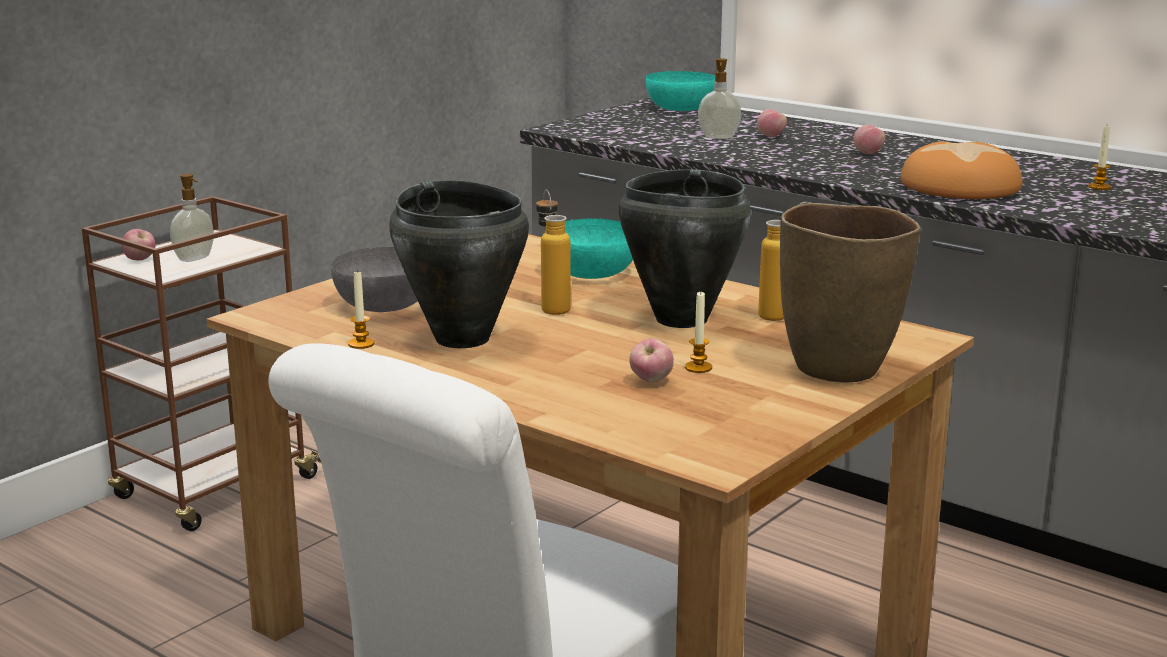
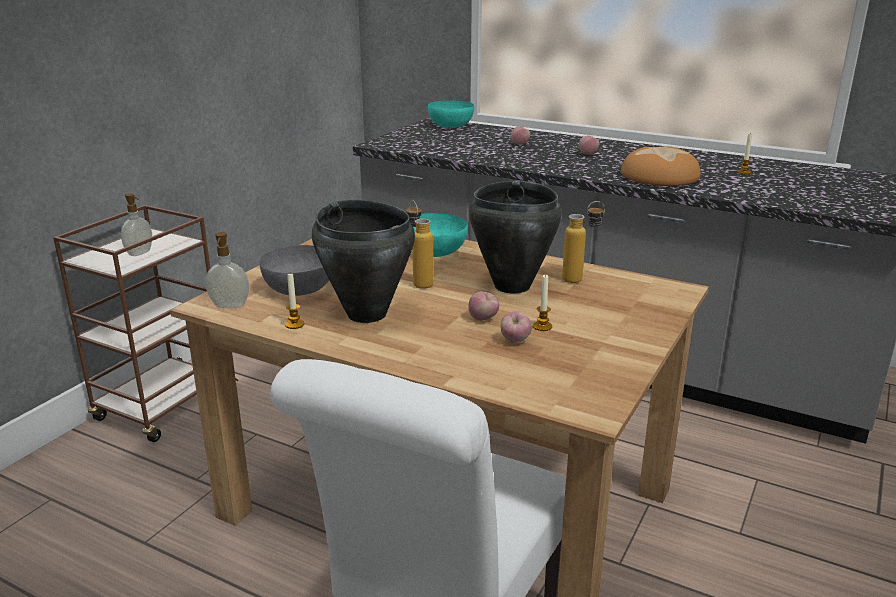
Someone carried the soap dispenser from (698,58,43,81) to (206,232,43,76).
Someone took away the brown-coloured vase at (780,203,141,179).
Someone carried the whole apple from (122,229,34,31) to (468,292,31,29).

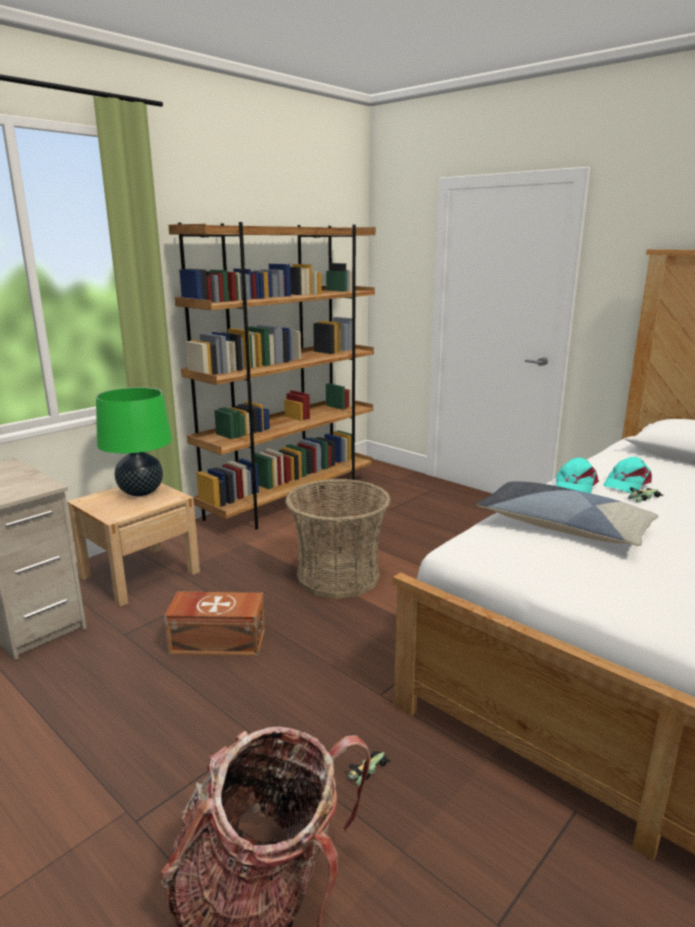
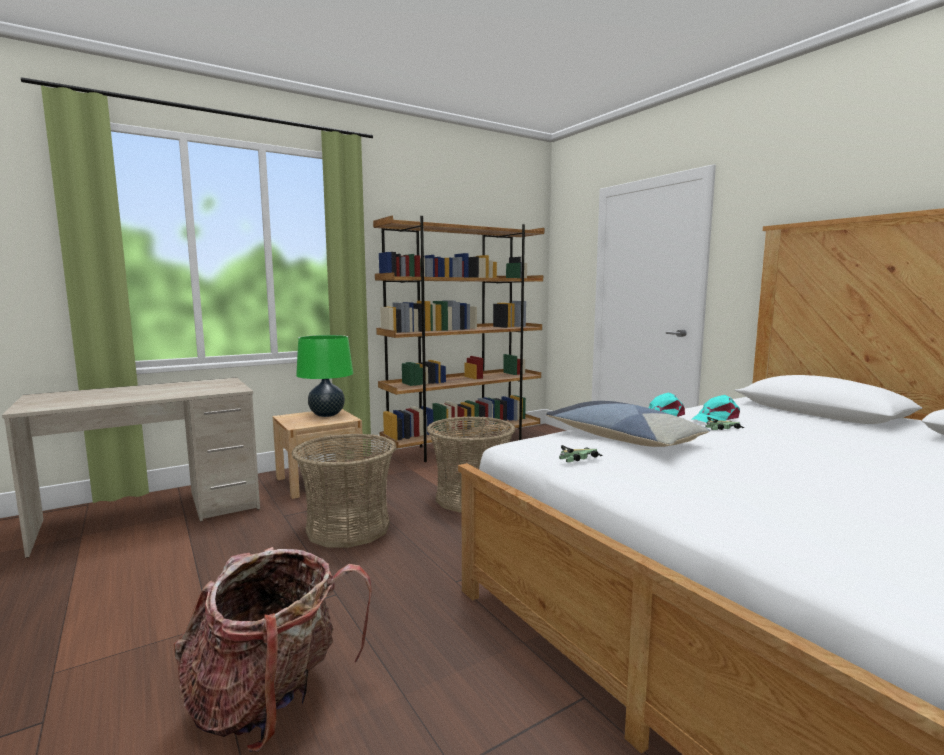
Someone swapped the brown-coloured storage container at (164,592,101,64) for the basket at (292,433,104,115).
Someone carried the model car from (348,751,43,35) to (559,445,44,17).

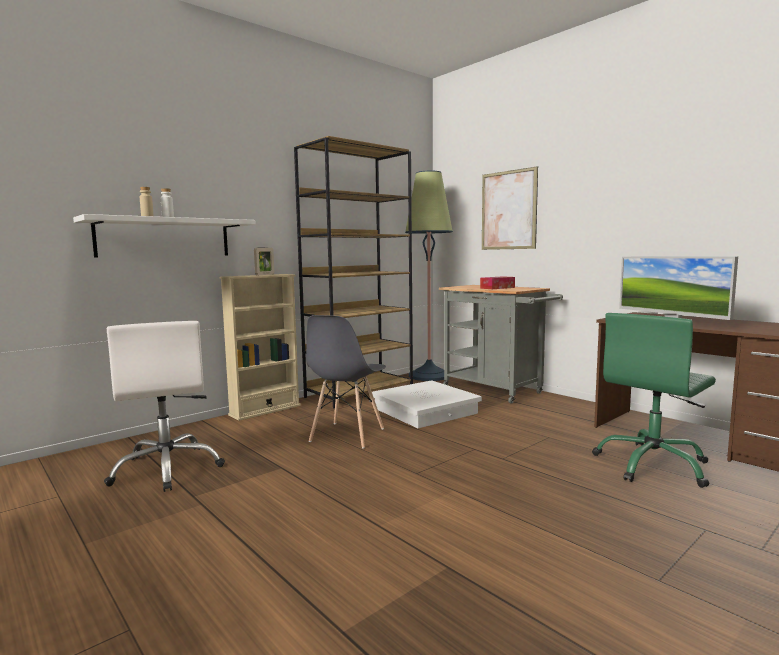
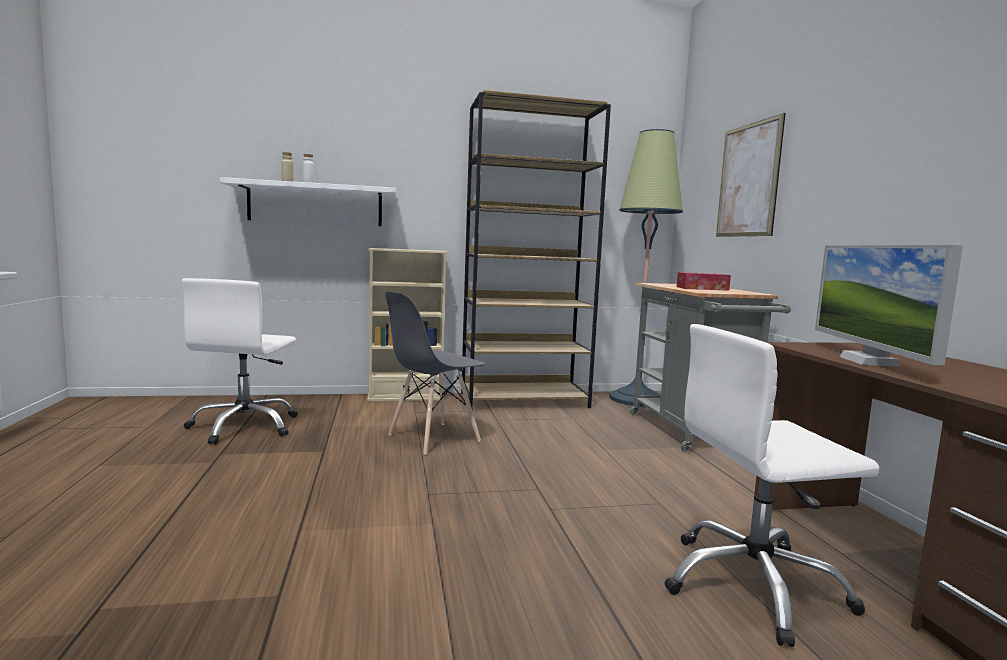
Someone took away the picture frame at (254,248,20,27).
Someone repainted the green computer chair at (592,313,124,175), which became the whitish computer chair at (665,324,215,323).
Someone took away the whitish storage container at (372,380,110,48).

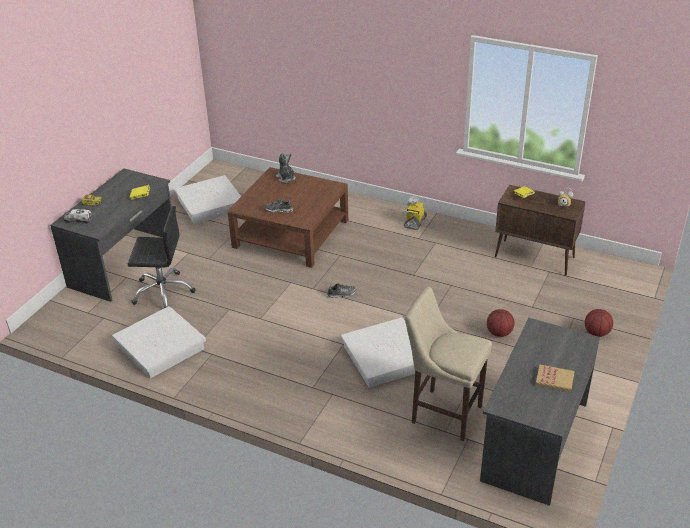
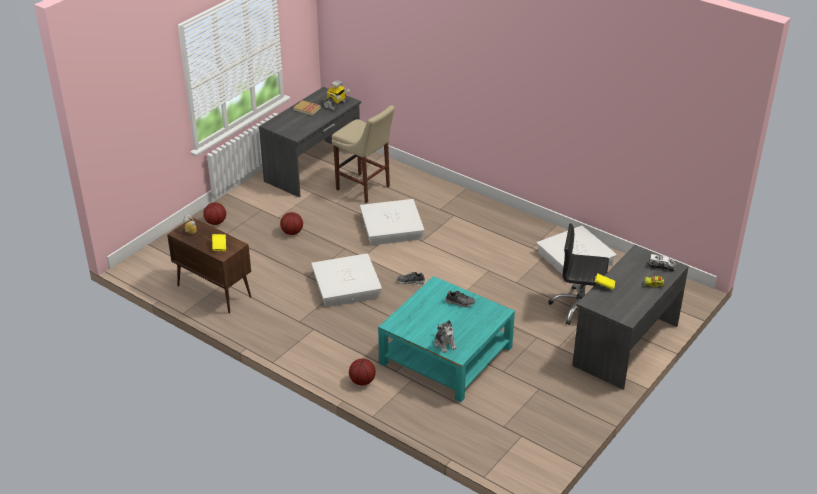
Someone repainted the brown-coloured lounge table at (227,167,121,101), which became the blue-green lounge table at (378,276,137,127).
Someone carried the whitish storage container from (174,175,67,49) to (311,253,71,54).
Someone carried the robot figure from (402,196,25,34) to (323,80,27,31).
Someone put down the basketball at (349,359,27,27).

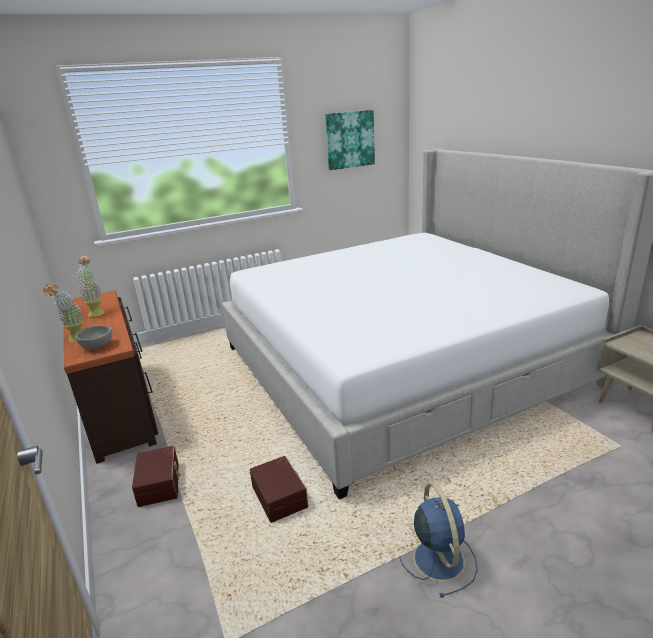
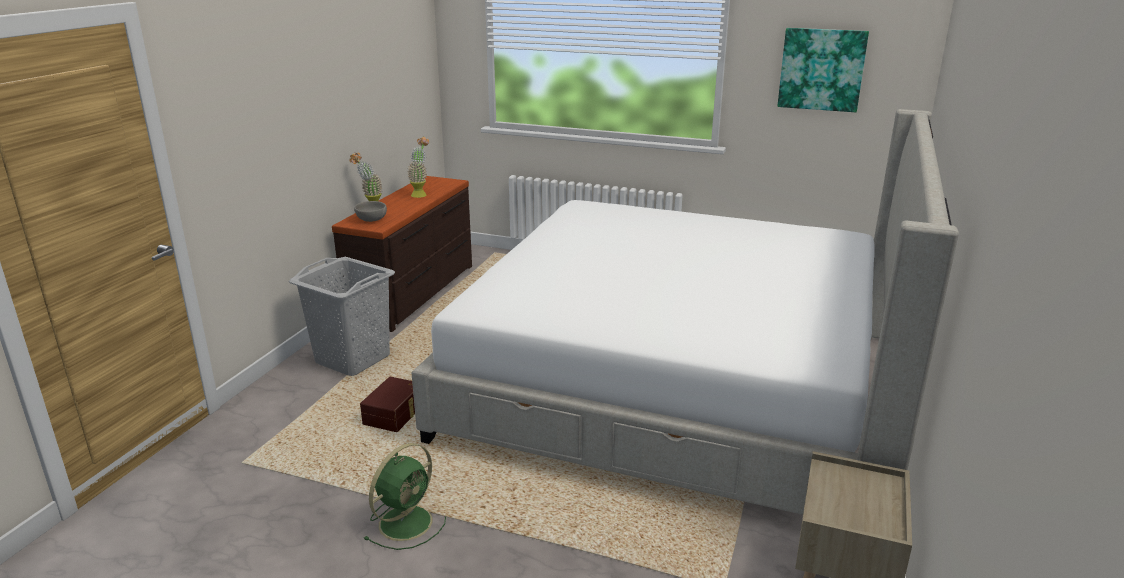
Someone swapped the brown-coloured storage container at (132,446,49,61) for the gray washing basket at (289,257,106,119).
Someone repainted the bluish cooling fan at (399,483,79,115), which became the green cooling fan at (364,443,82,107).

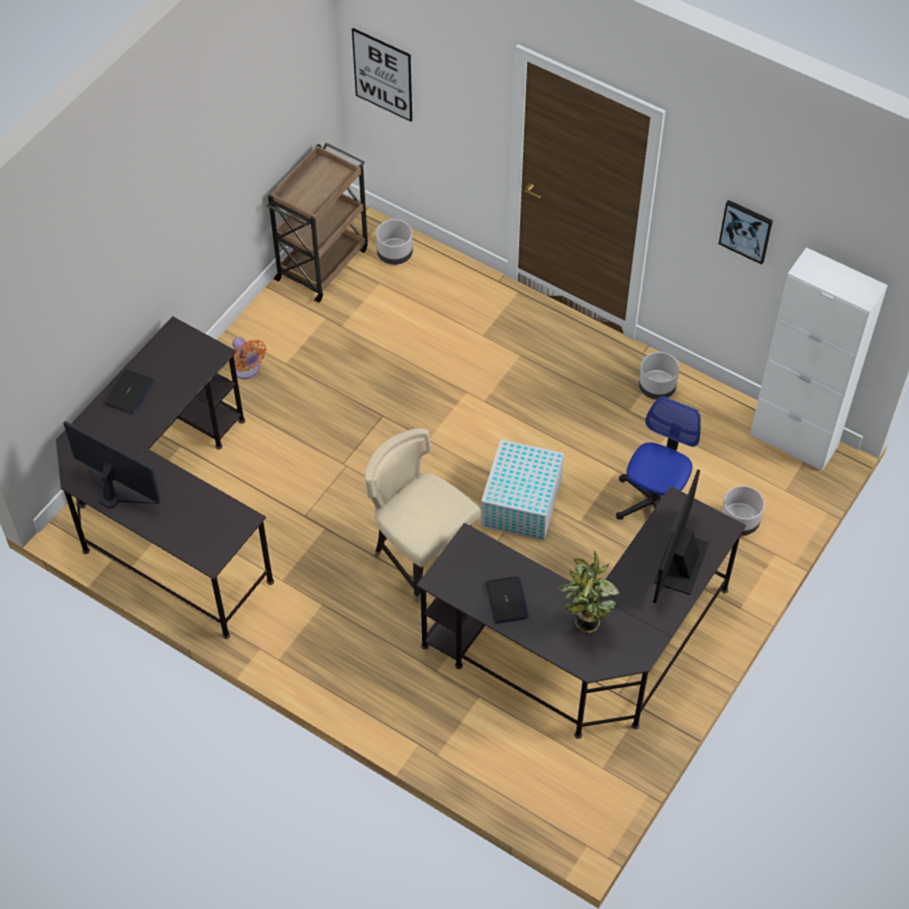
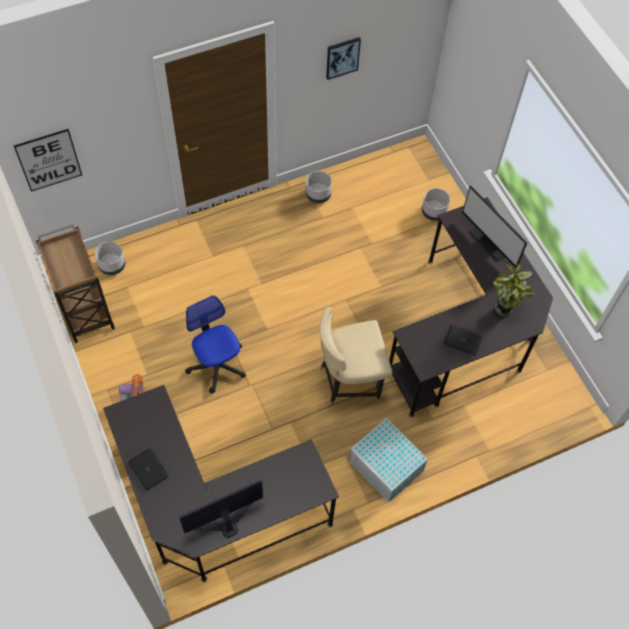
Someone took away the whitish cabinet at (750,247,138,225).
Someone carried the computer chair from (616,396,84,124) to (185,295,61,99).
Someone carried the whitish storage container from (481,439,83,102) to (349,418,79,84).

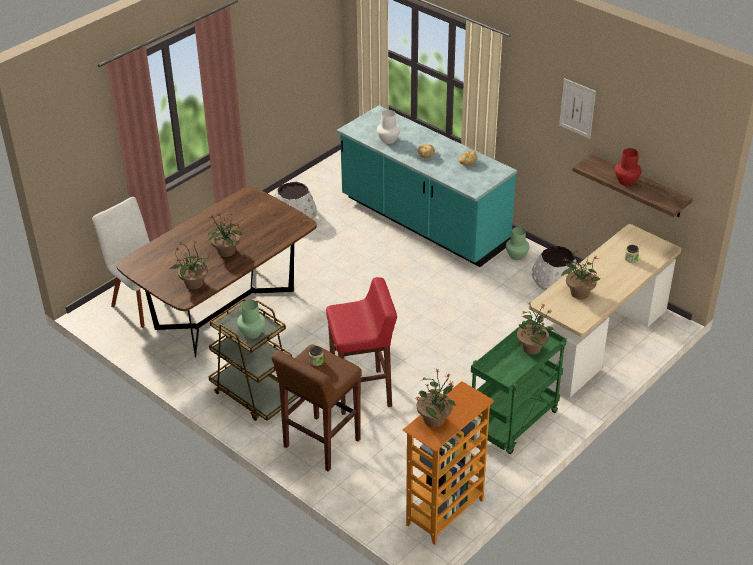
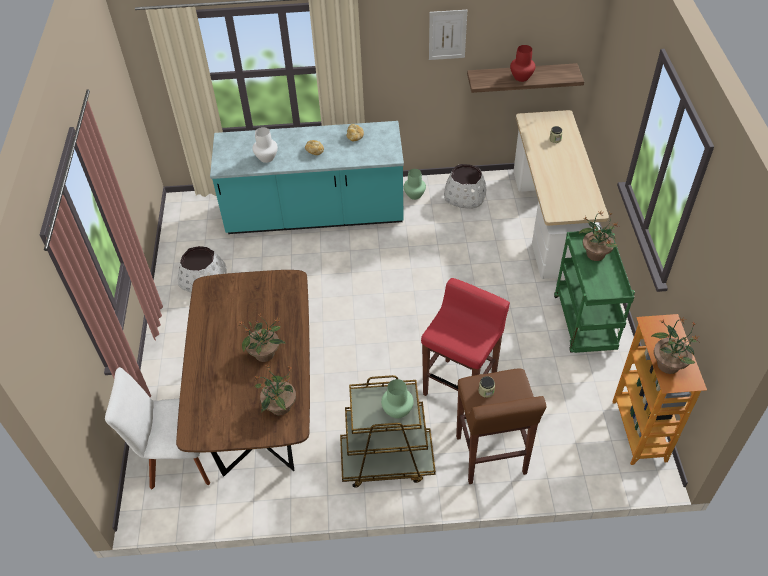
Someone took away the potted plant at (561,248,39,51).

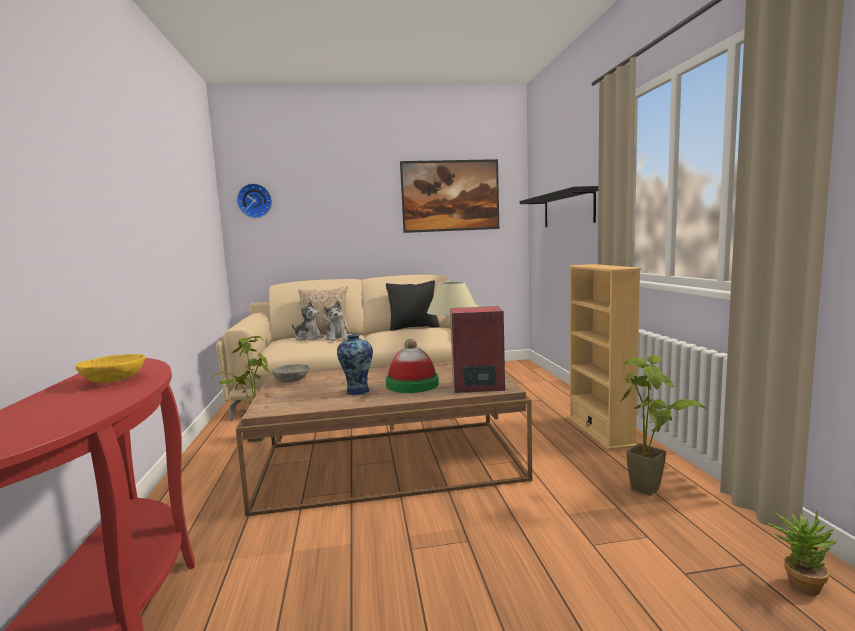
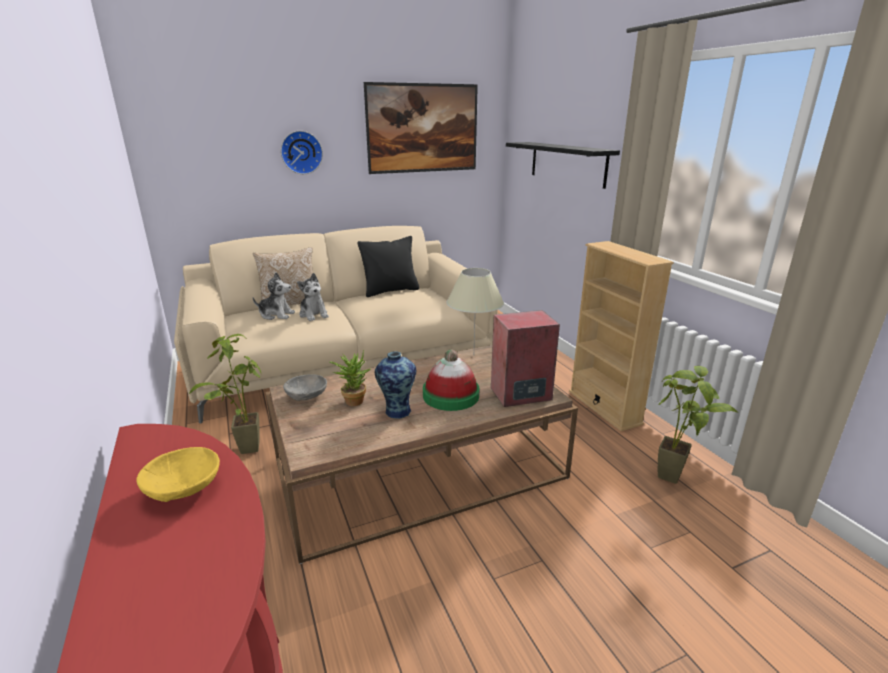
Someone carried the hanging clock from (237,183,35,35) to (281,131,42,43).
Someone carried the potted plant from (768,510,69,86) to (330,350,41,56).

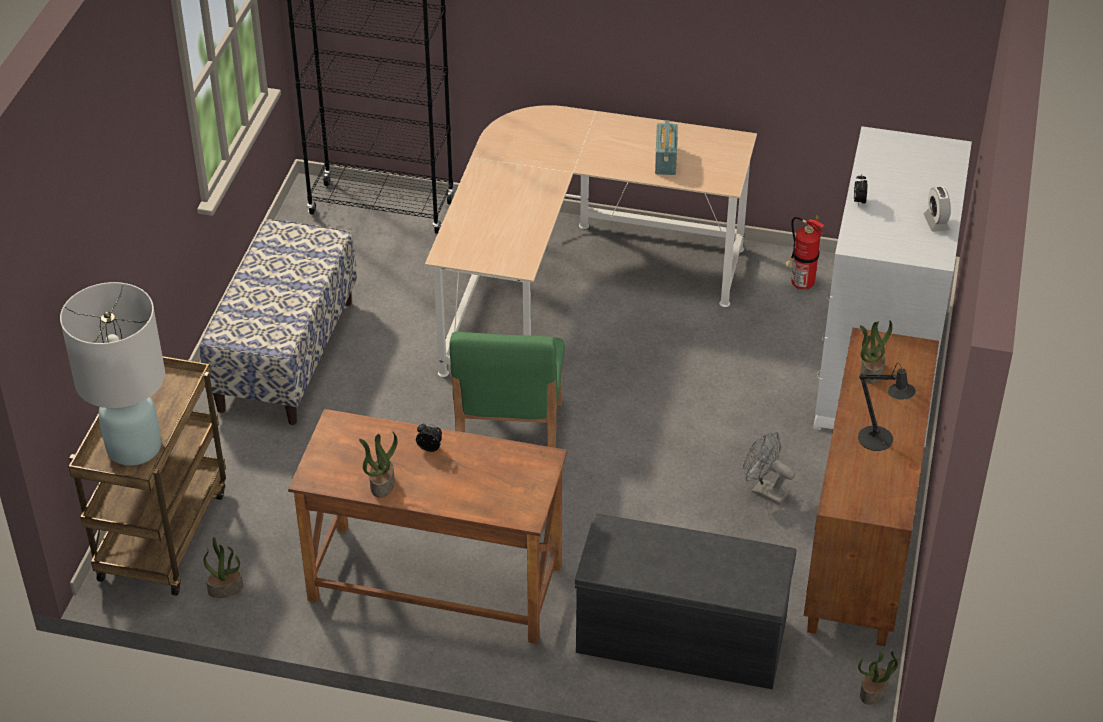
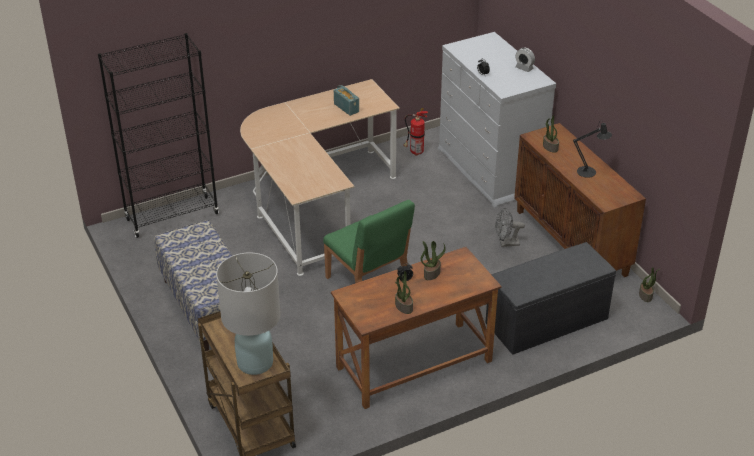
Someone carried the potted plant from (204,537,39,61) to (421,241,25,39).

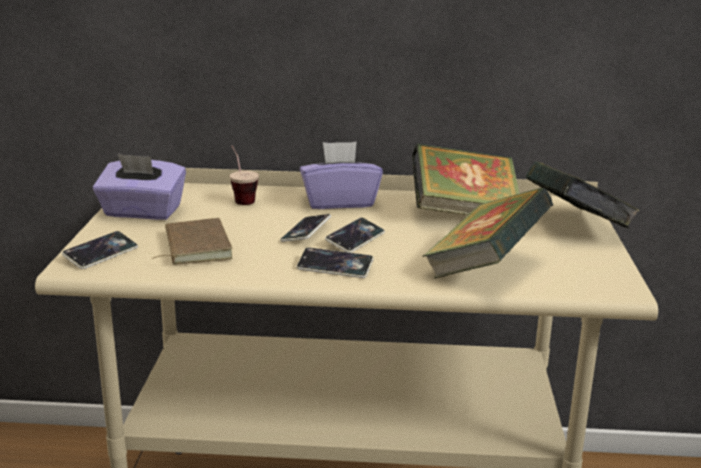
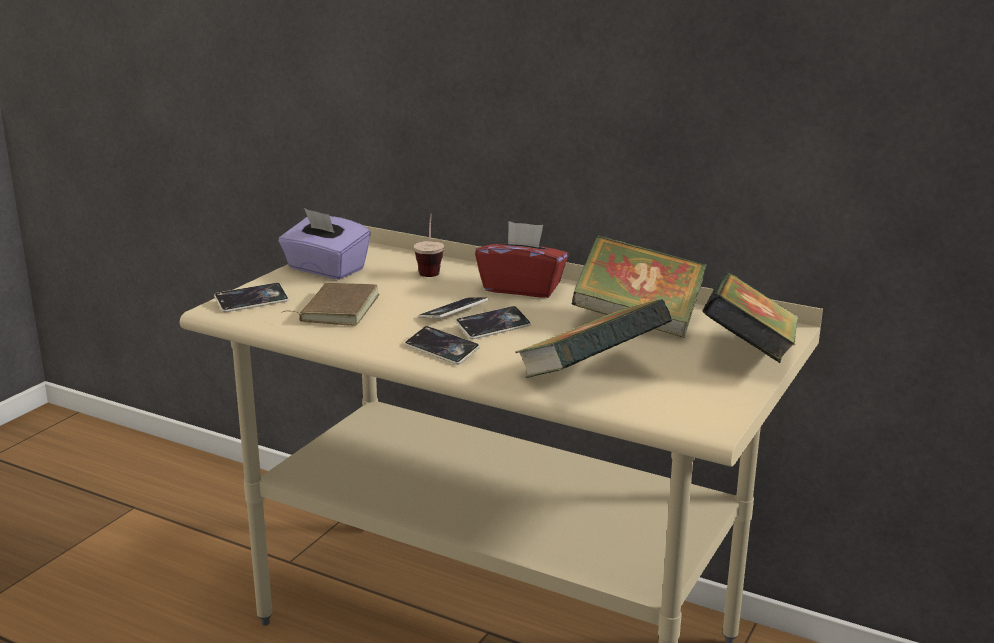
Someone repainted the purple-coloured tissue box at (300,142,83,67), which became the red tissue box at (475,221,94,77).

